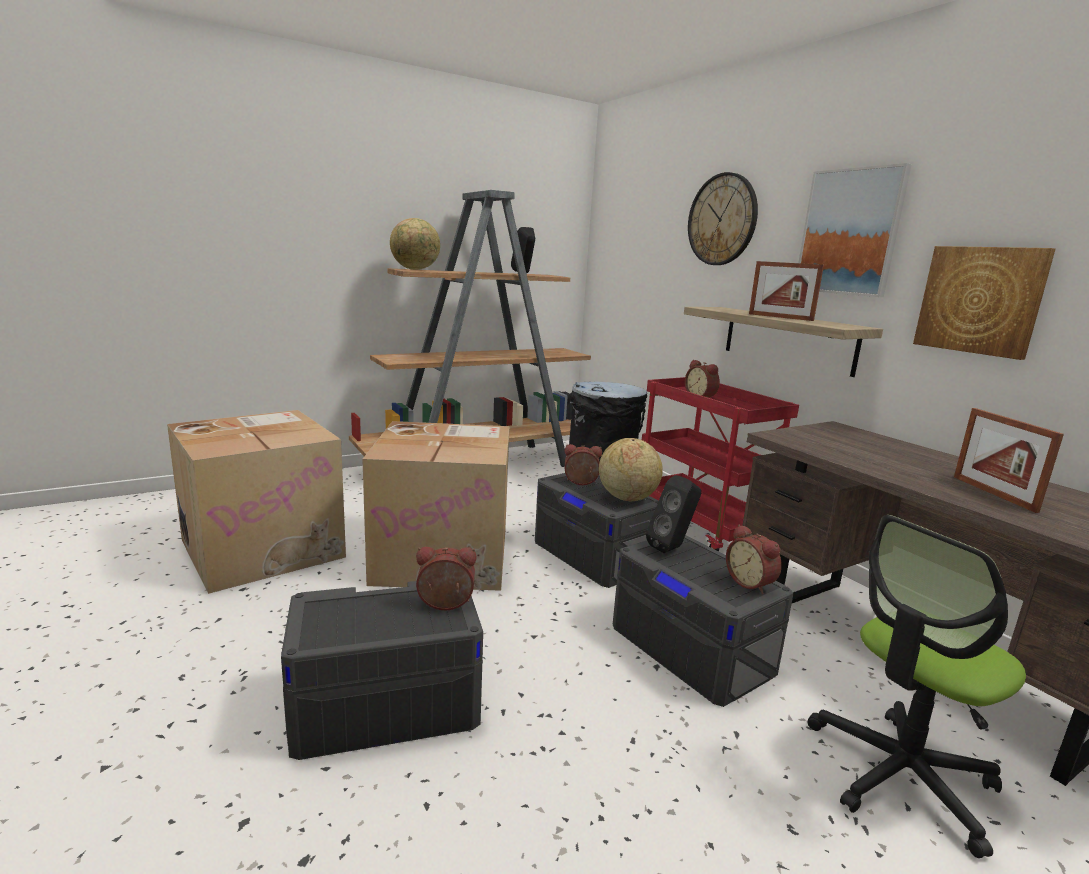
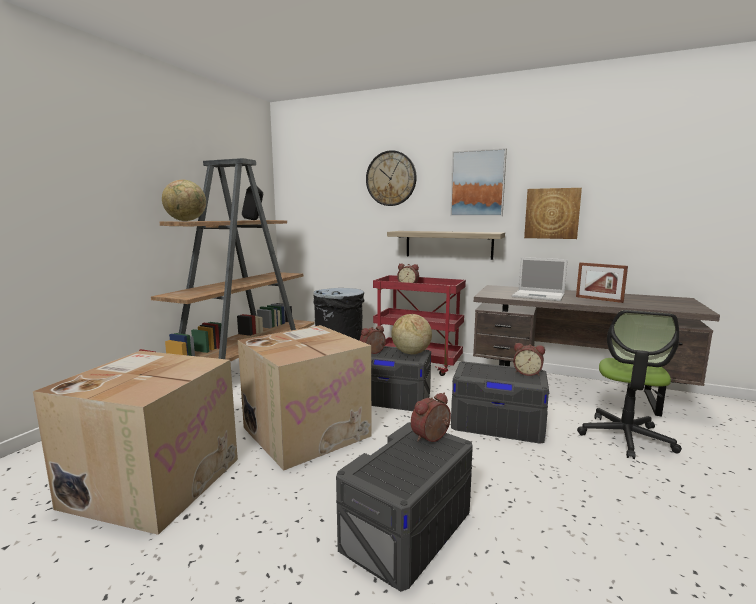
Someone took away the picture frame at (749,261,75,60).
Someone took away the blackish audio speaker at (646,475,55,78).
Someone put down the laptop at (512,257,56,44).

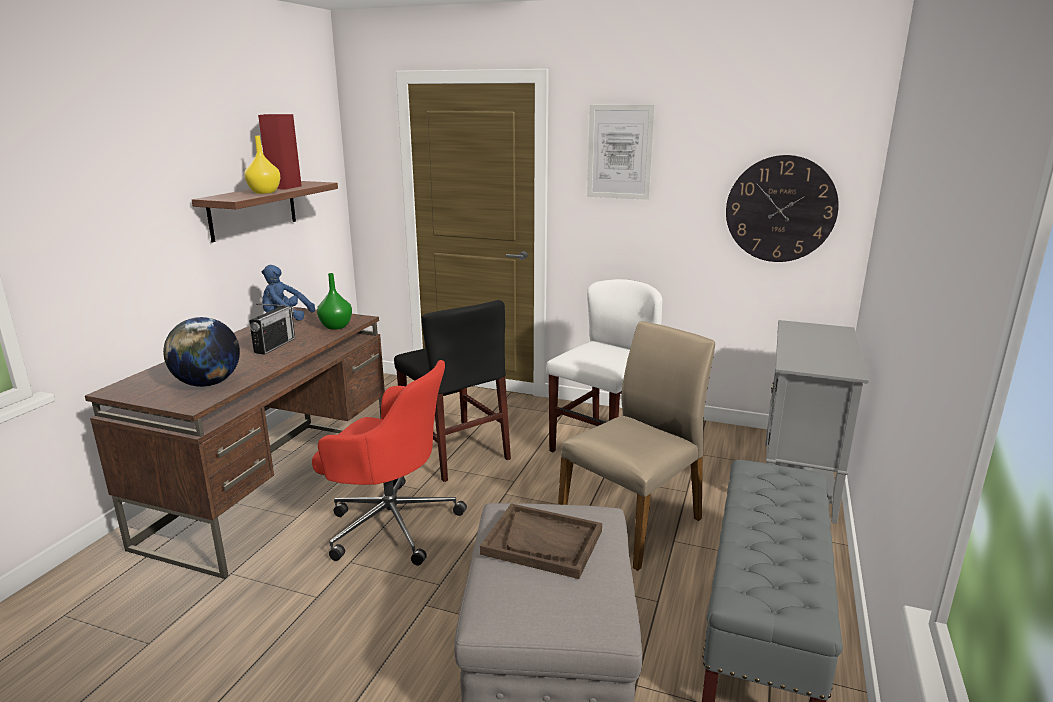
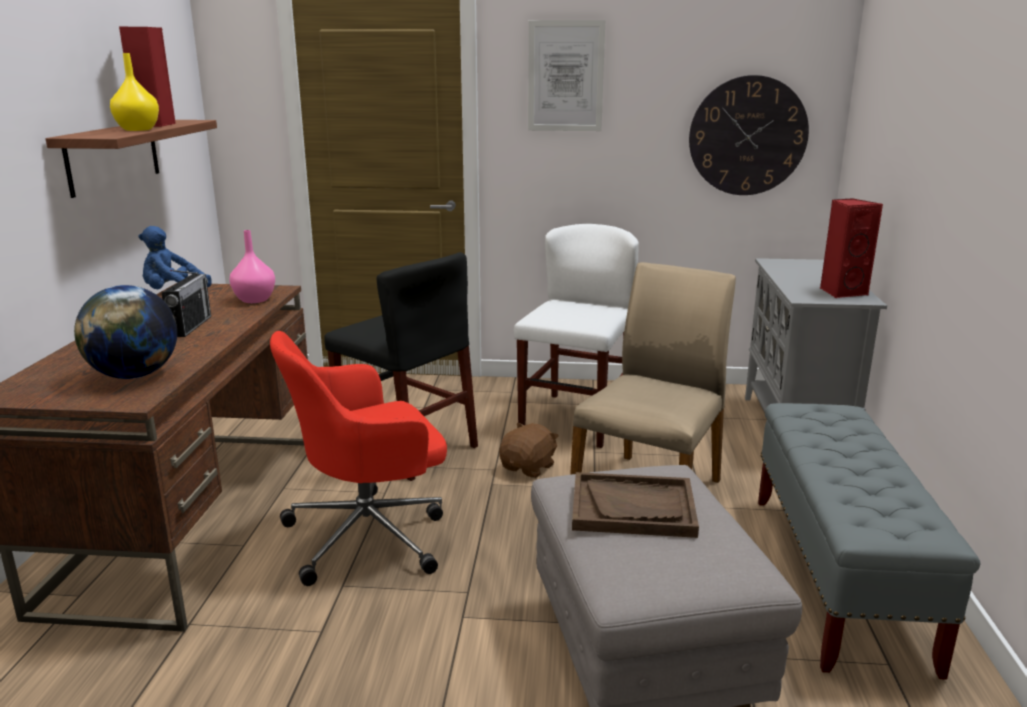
Someone repainted the green vase at (317,273,35,57), which became the pink-coloured vase at (229,230,46,73).
Someone rotated the red computer chair at (312,360,155,206) by 150 degrees clockwise.
Someone put down the red audio speaker at (820,198,63,101).
Someone put down the brown-coloured plush toy at (499,423,60,55).

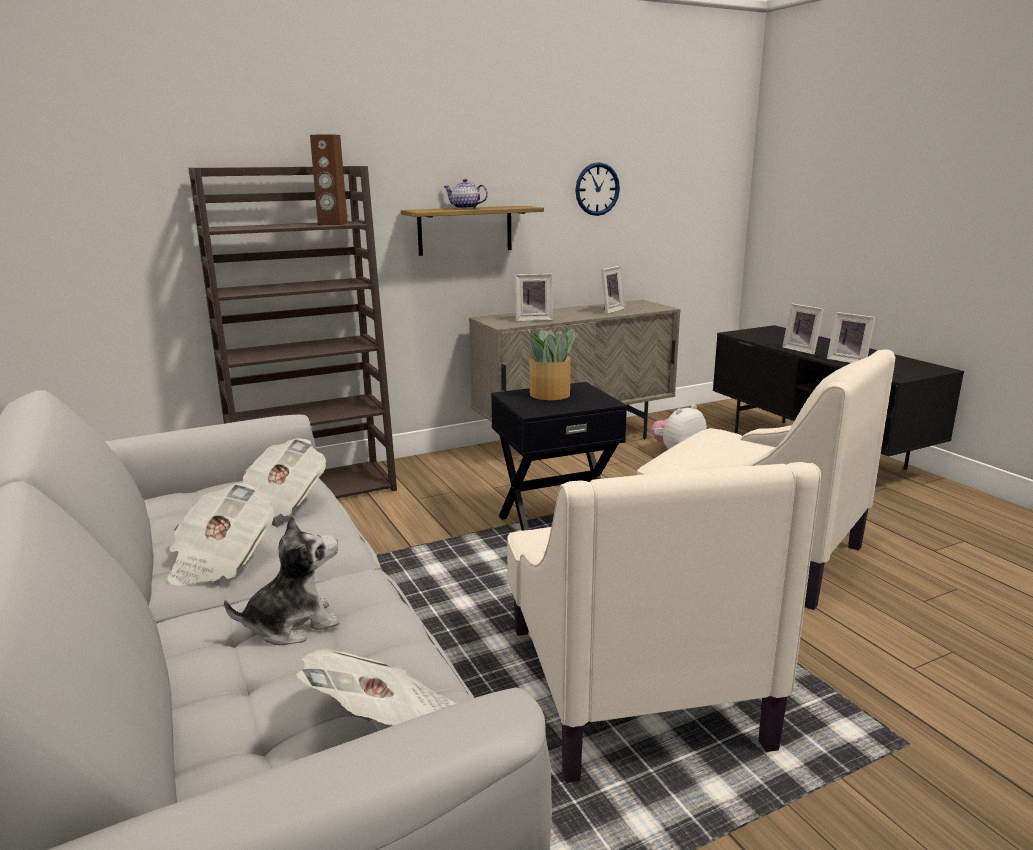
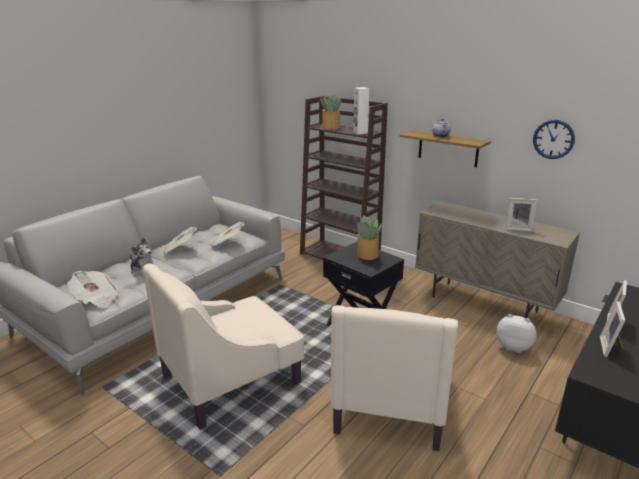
Someone repainted the brown-coloured audio speaker at (310,134,38,91), which became the whitish audio speaker at (353,87,16,47).
Someone took away the picture frame at (515,274,38,47).
Someone put down the potted plant at (320,95,22,34).

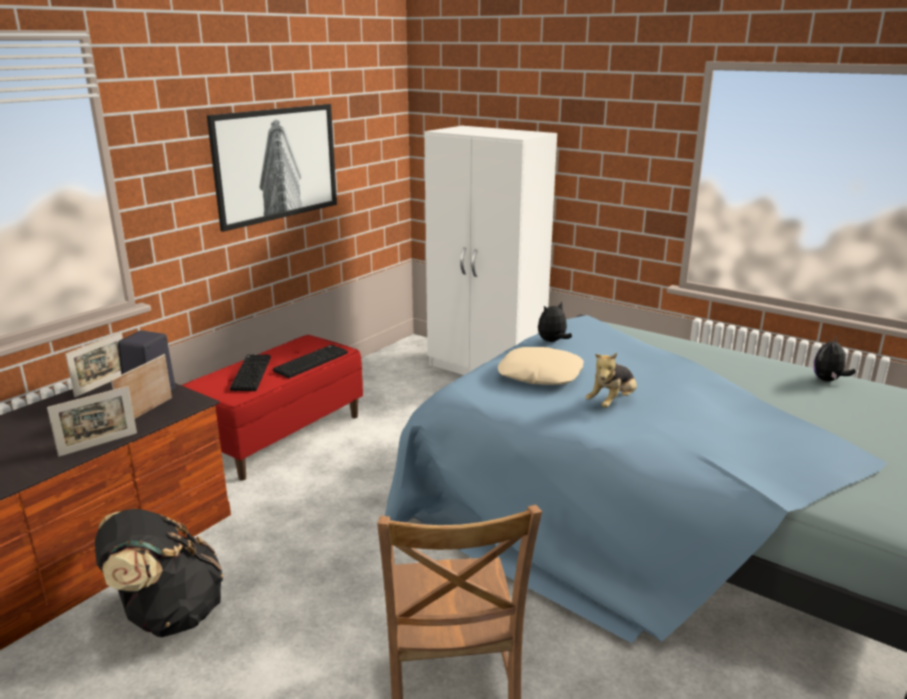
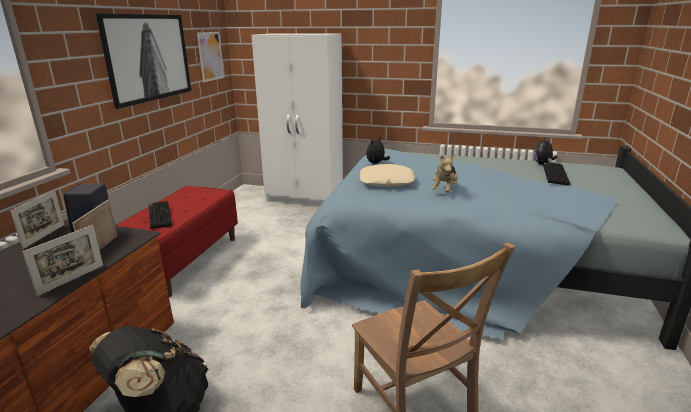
Someone carried the keyboard from (273,345,75,33) to (543,162,27,24).
Someone put up the picture at (197,32,27,50).

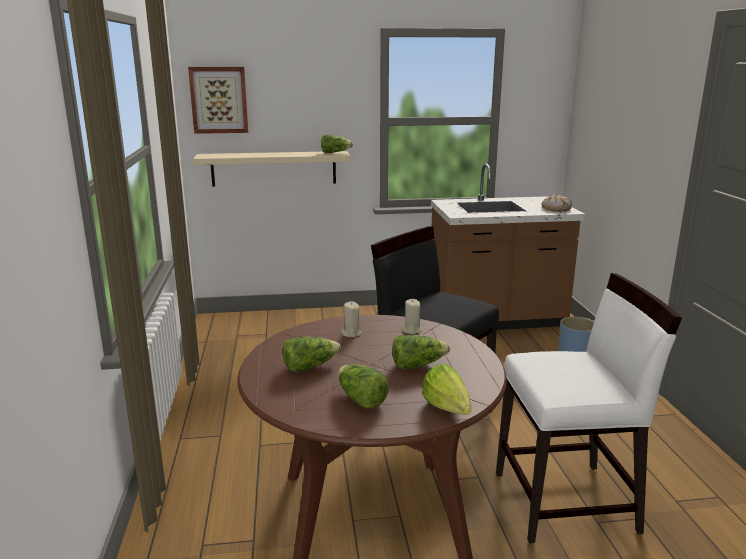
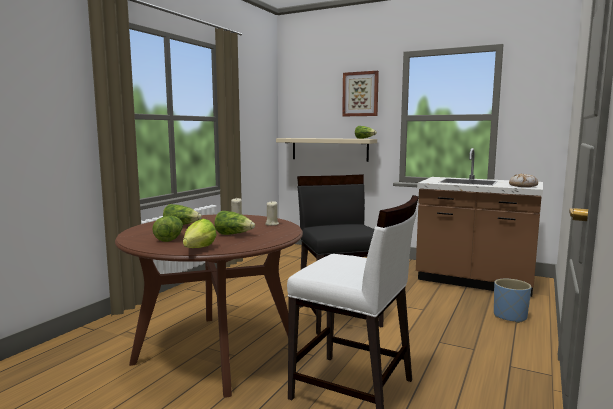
Someone carried the picture from (188,67,60,67) to (342,71,37,45).

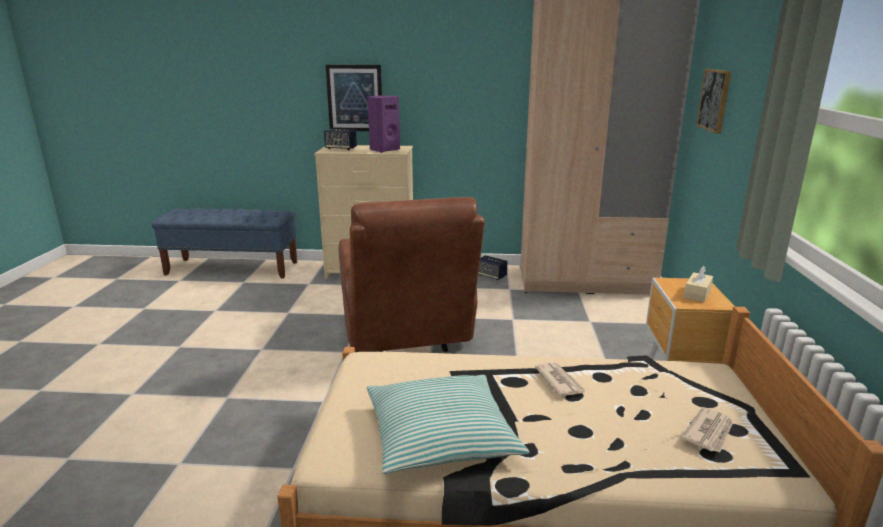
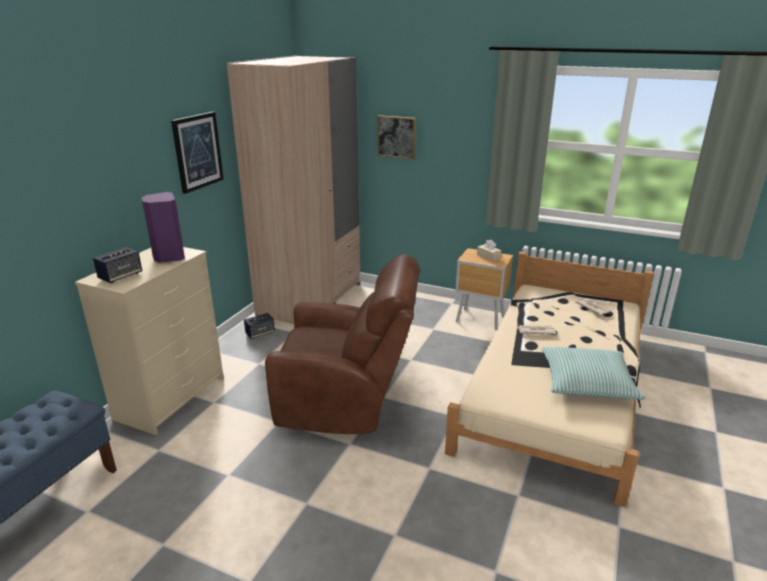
Someone carried the picture from (326,65,56,66) to (171,112,53,82).

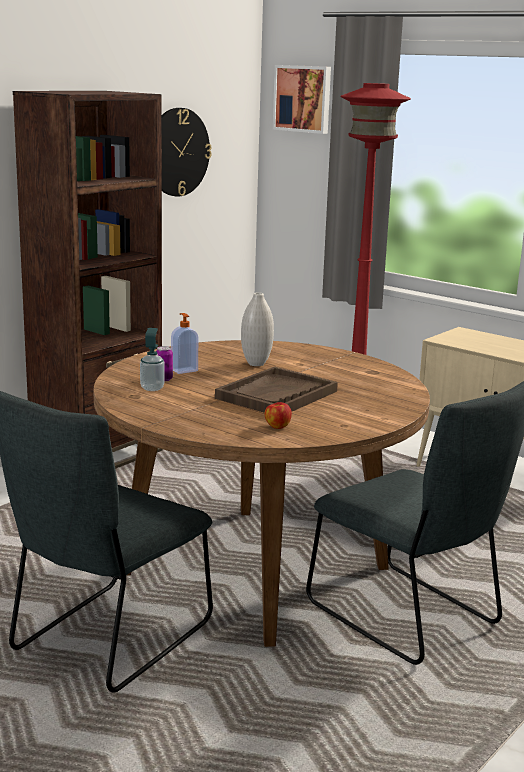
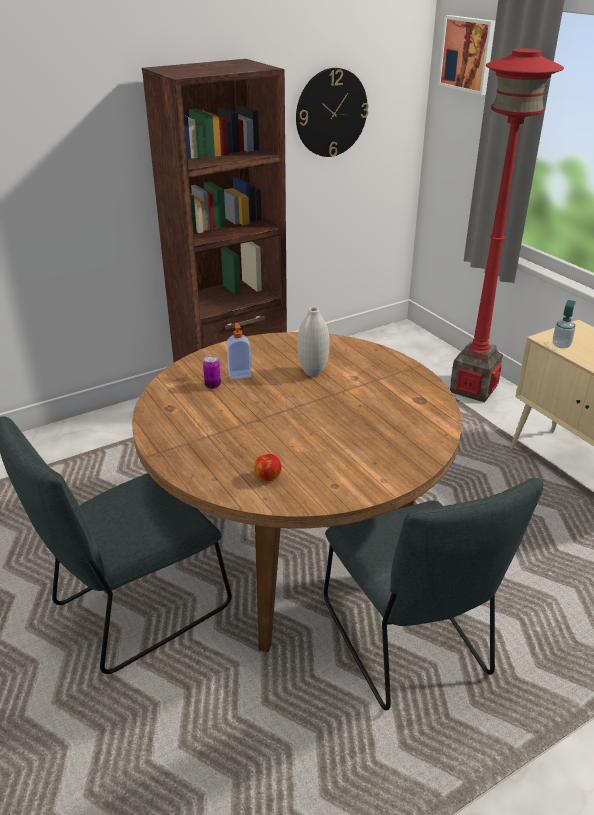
Someone carried the soap dispenser from (140,328,25,63) to (553,300,23,48).
Someone took away the brown-coloured serving tray at (215,367,123,46).

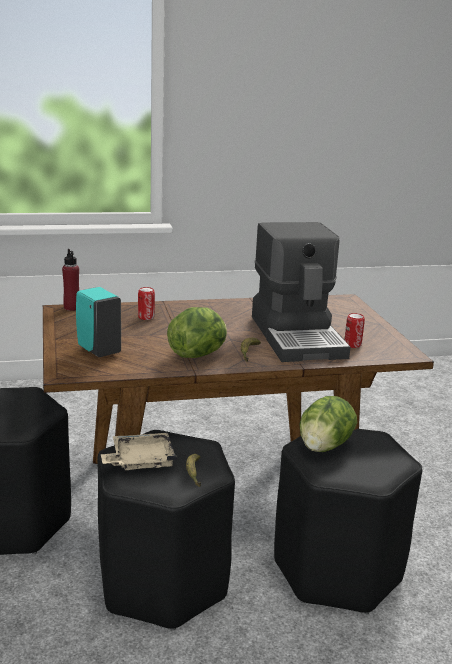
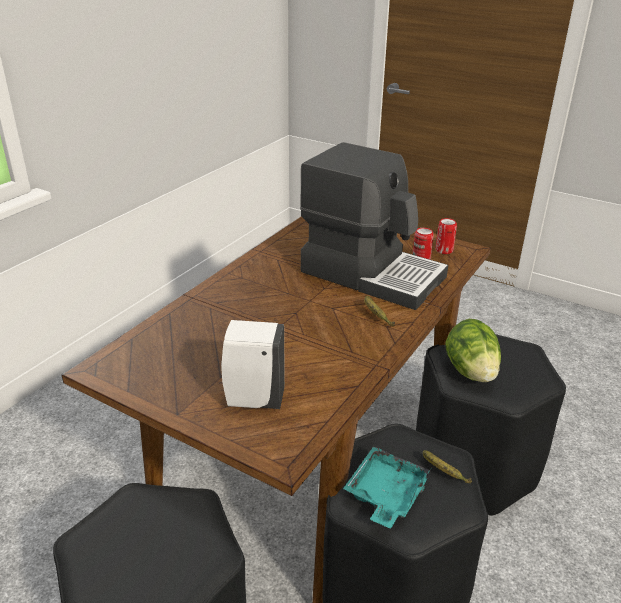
Someone took away the red beverage bottle at (62,249,17,62).
Someone repainted the blue-green soap dispenser at (76,287,45,70), which became the whitish soap dispenser at (221,320,64,89).
Someone carried the metal can from (138,287,17,33) to (436,218,21,36).
Someone took away the head of lettuce at (167,307,60,51).
Someone repainted the beige-coloured serving tray at (101,433,76,37), which became the blue-green serving tray at (343,446,88,83).

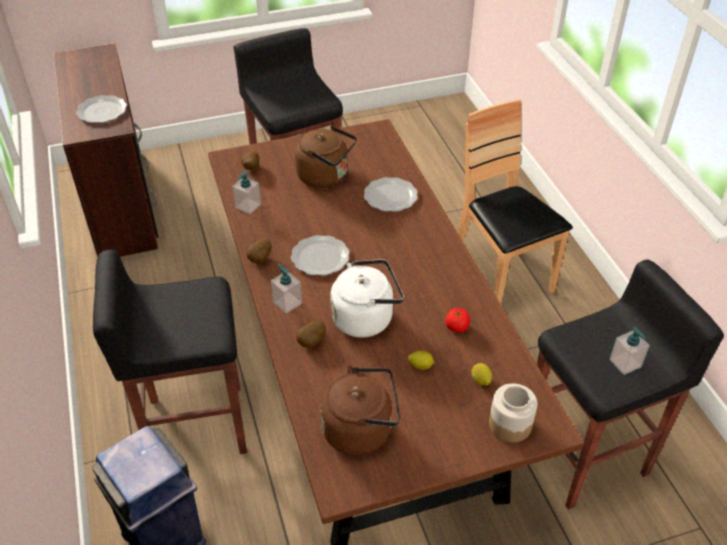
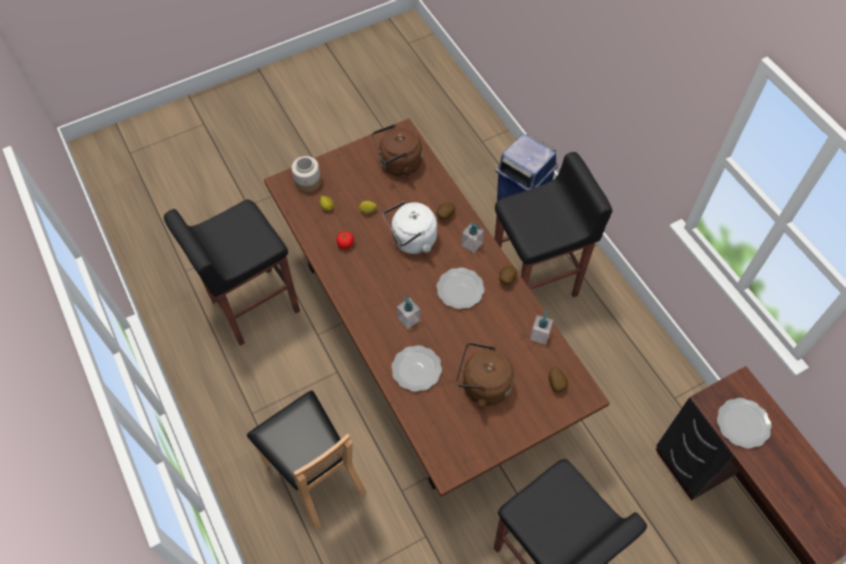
Someone carried the soap dispenser from (610,326,40,49) to (397,295,23,34).

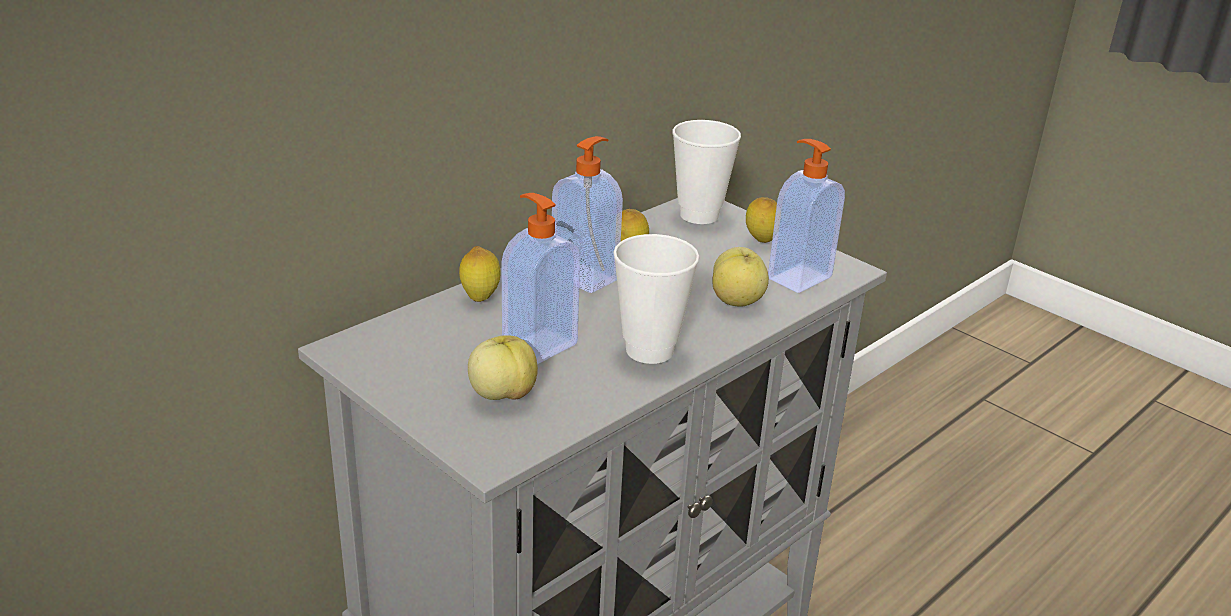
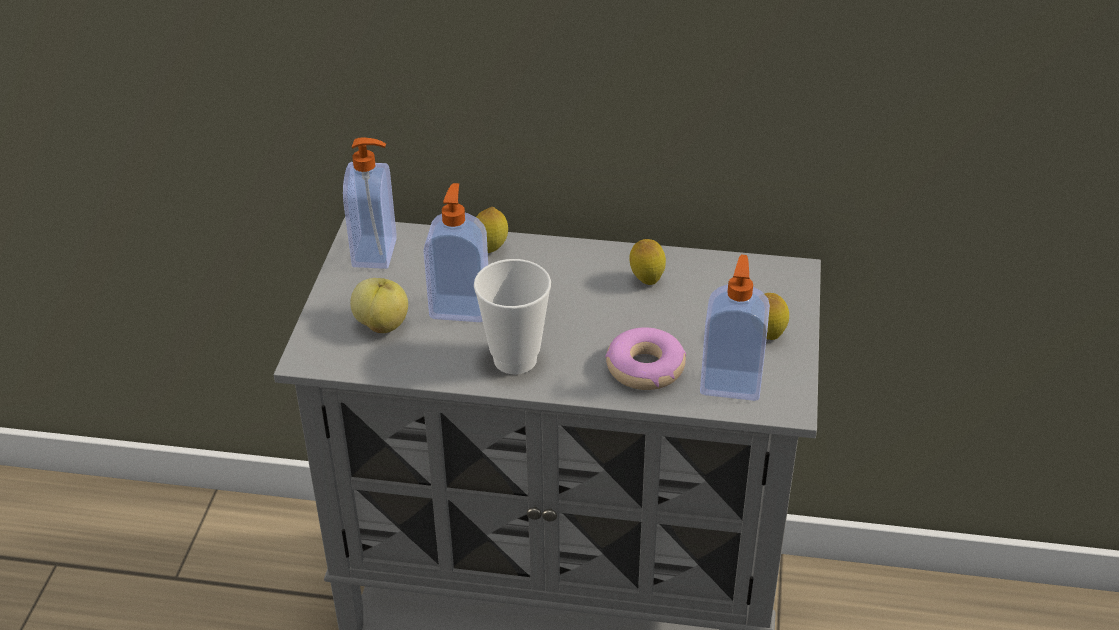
Someone took away the small cup at (673,120,68,104).
Someone carried the soap dispenser from (552,136,71,157) to (343,137,54,132).
Someone swapped the whole apple at (712,247,57,60) for the doughnut at (605,327,81,63).

